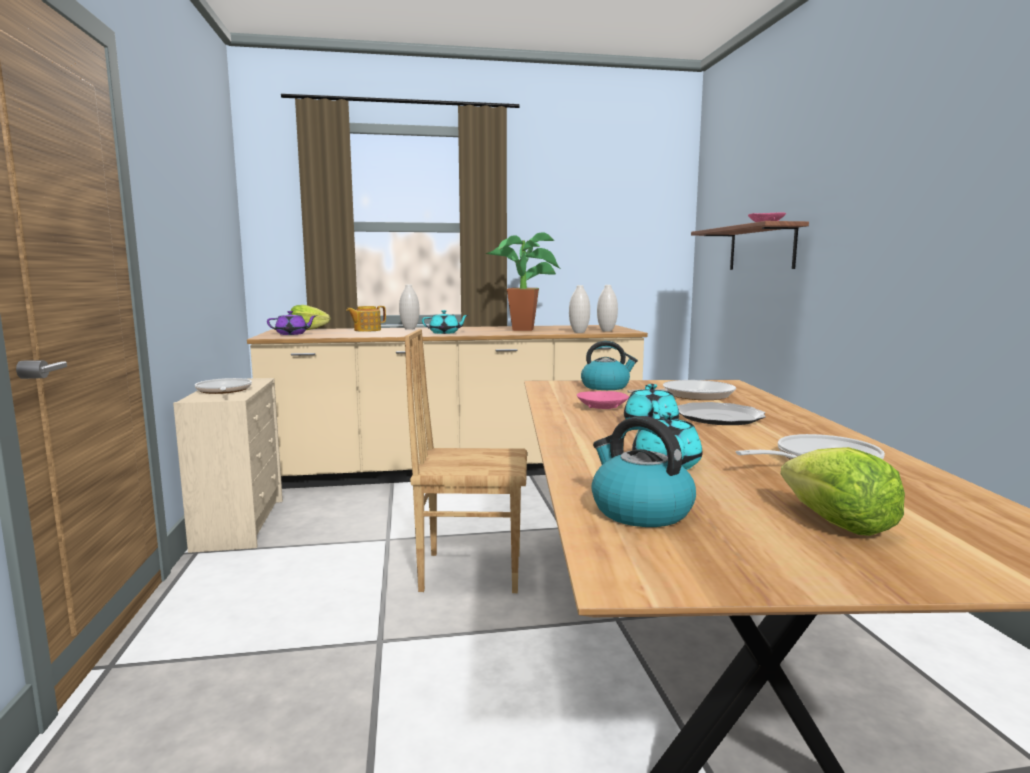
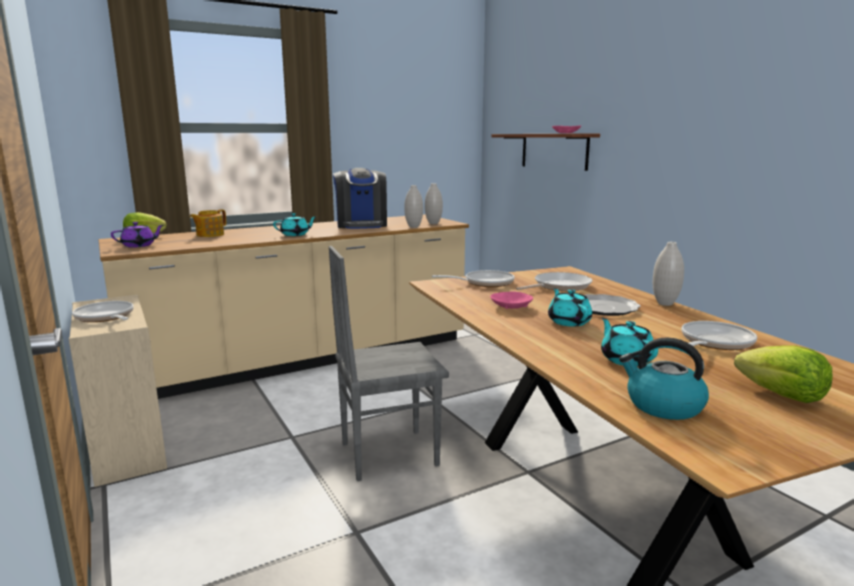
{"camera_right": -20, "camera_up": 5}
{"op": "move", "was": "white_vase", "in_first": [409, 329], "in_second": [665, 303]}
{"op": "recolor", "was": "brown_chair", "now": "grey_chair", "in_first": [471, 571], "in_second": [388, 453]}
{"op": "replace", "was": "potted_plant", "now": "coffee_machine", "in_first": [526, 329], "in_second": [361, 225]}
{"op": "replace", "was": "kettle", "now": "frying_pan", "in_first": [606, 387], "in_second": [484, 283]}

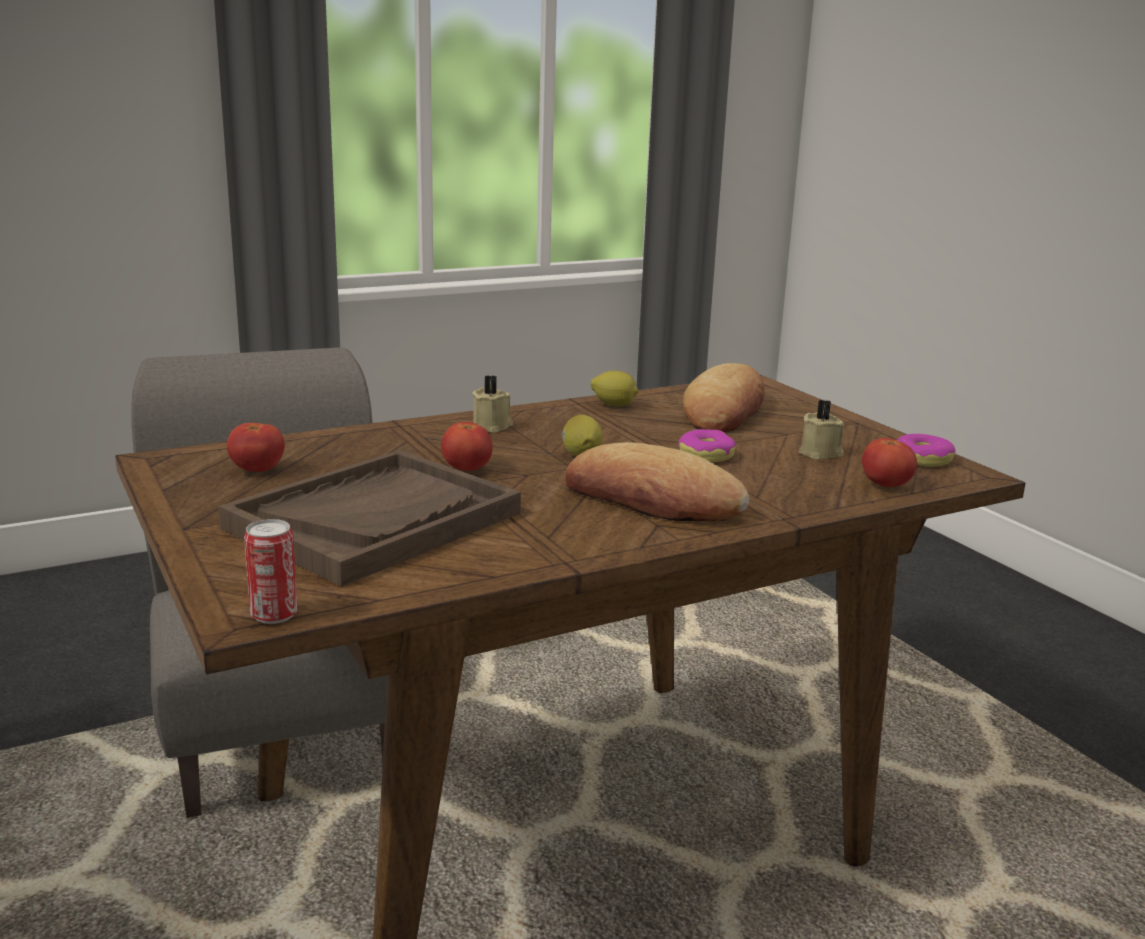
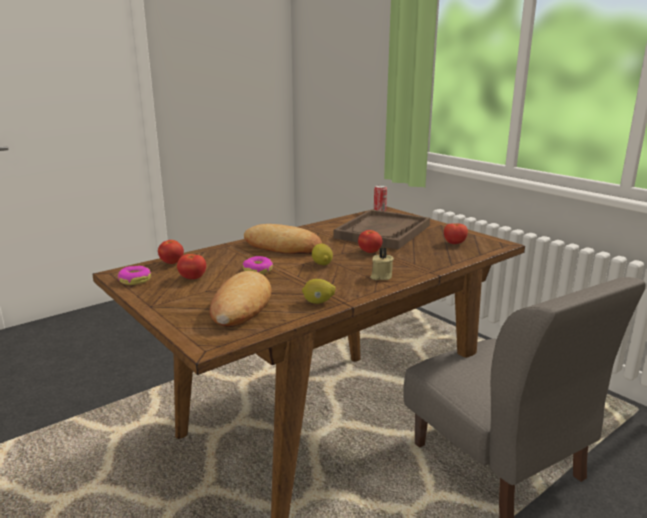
{"camera_right": 170, "camera_up": 0}
{"op": "replace", "was": "beige_candle", "now": "tomato", "in_first": [821, 453], "in_second": [192, 278]}

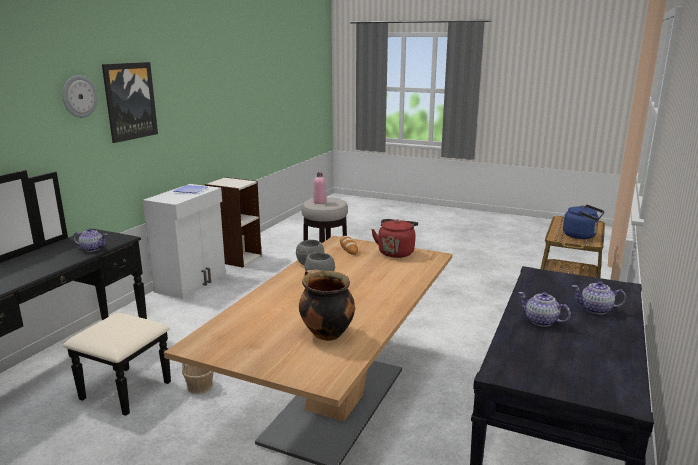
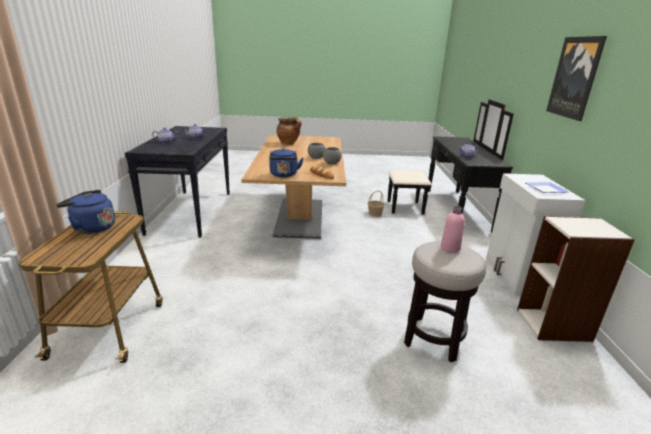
{"camera_right": 155, "camera_up": 5}
{"op": "delete", "was": "wall_clock", "in_first": [79, 96]}
{"op": "recolor", "was": "red_kettle", "now": "blue_kettle", "in_first": [396, 252], "in_second": [284, 175]}

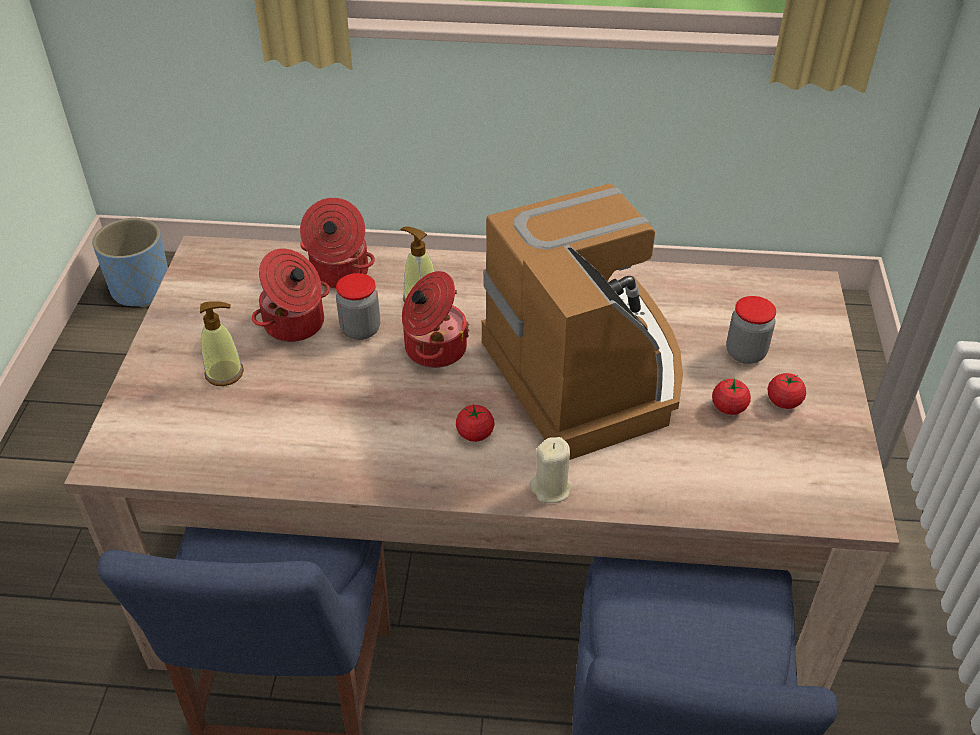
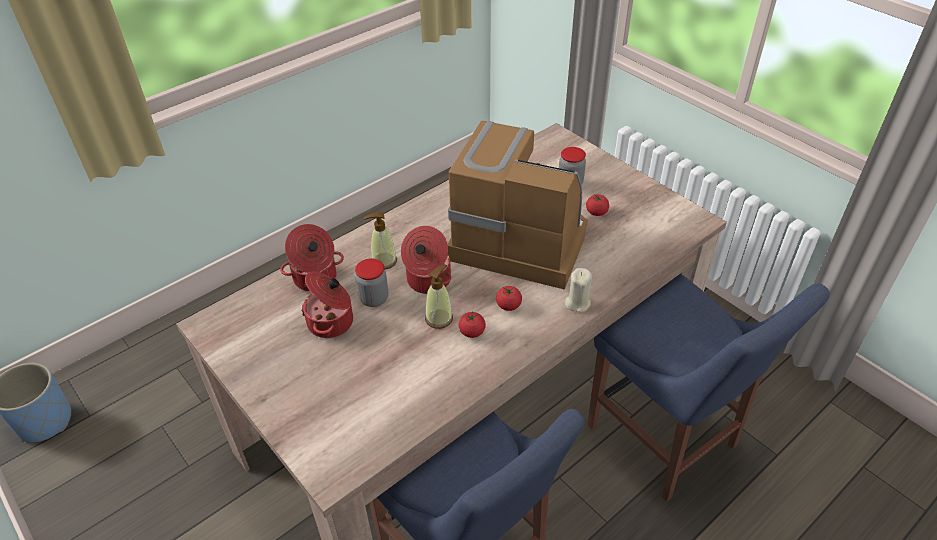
{"camera_right": -45, "camera_up": 0}
{"op": "move", "was": "soap_dispenser", "in_first": [225, 373], "in_second": [439, 318]}
{"op": "move", "was": "tomato", "in_first": [783, 401], "in_second": [472, 332]}

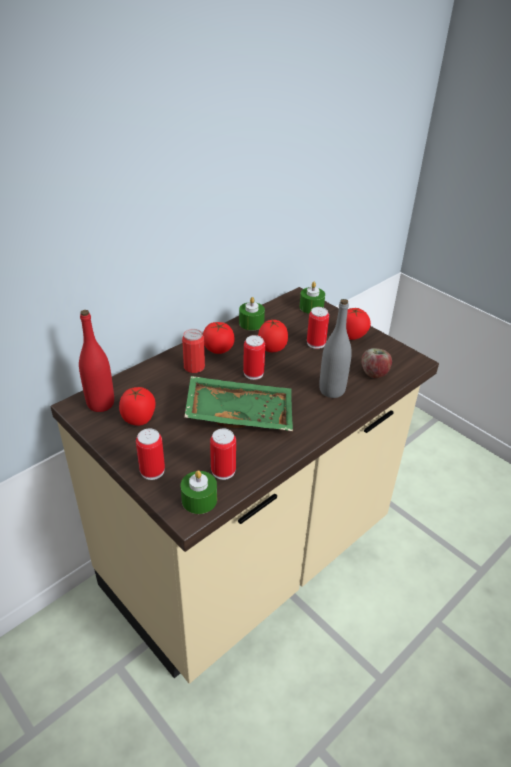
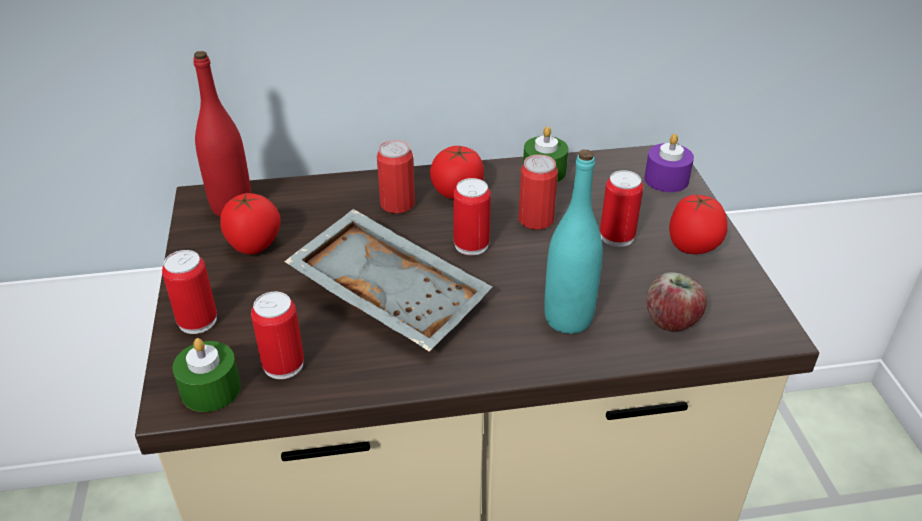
{"camera_right": 35, "camera_up": 0}
{"op": "recolor", "was": "green_tray", "now": "grey_tray", "in_first": [240, 413], "in_second": [392, 293]}
{"op": "replace", "was": "tomato", "now": "can", "in_first": [271, 349], "in_second": [536, 220]}
{"op": "recolor", "was": "green_candle", "now": "purple_candle", "in_first": [311, 307], "in_second": [666, 179]}
{"op": "recolor", "was": "grey_bottle", "now": "turquoise_bottle", "in_first": [332, 390], "in_second": [568, 318]}

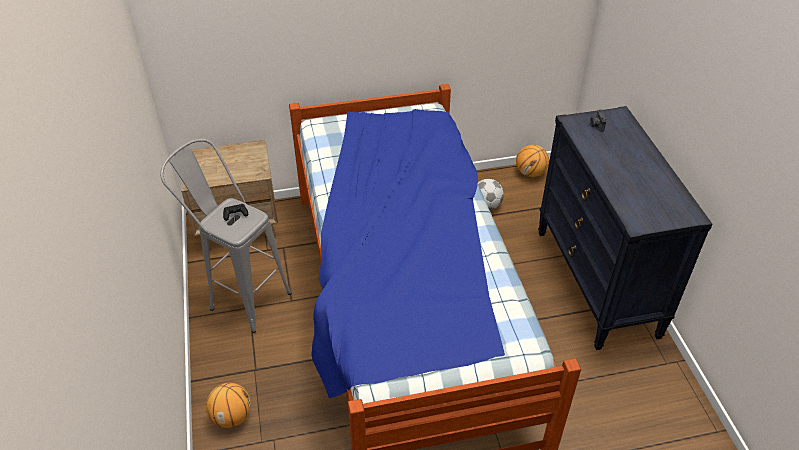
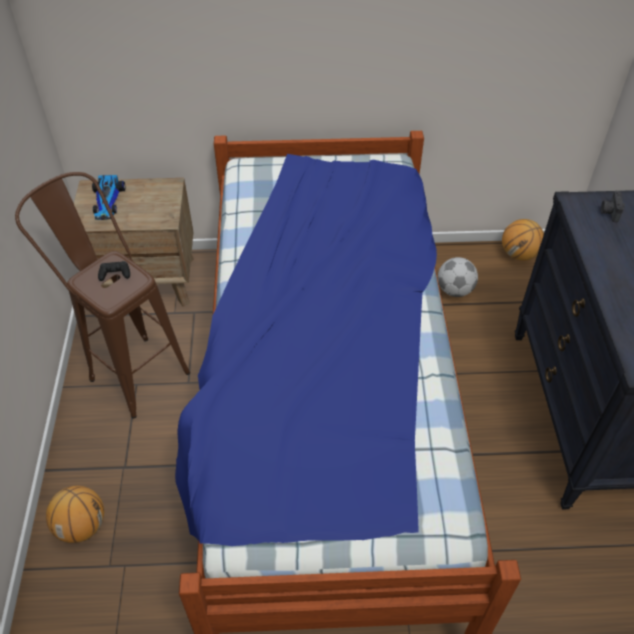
{"camera_right": 10, "camera_up": 5}
{"op": "recolor", "was": "grey_stool", "now": "brown_stool", "in_first": [241, 296], "in_second": [130, 368]}
{"op": "insert", "now": "toy_car", "in_second": [108, 202]}

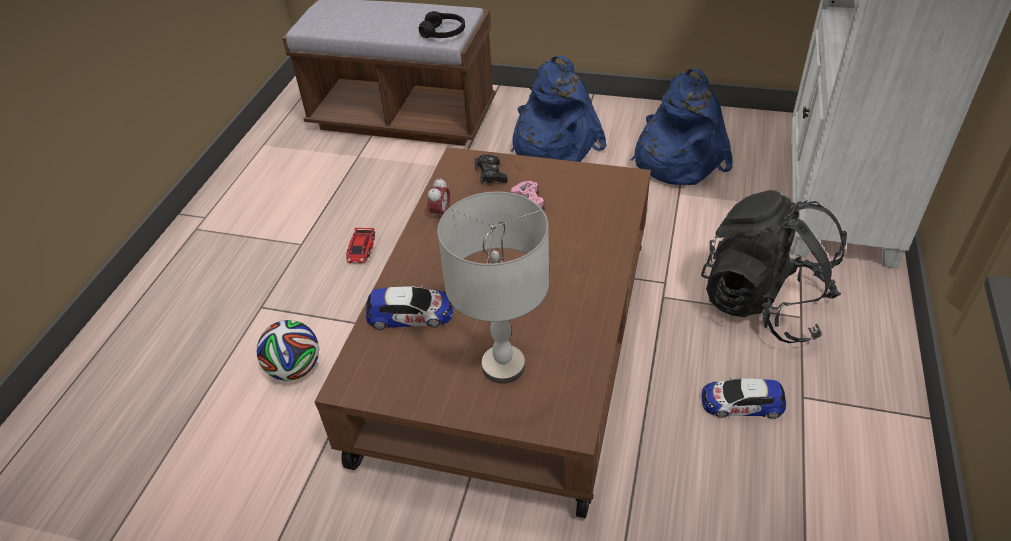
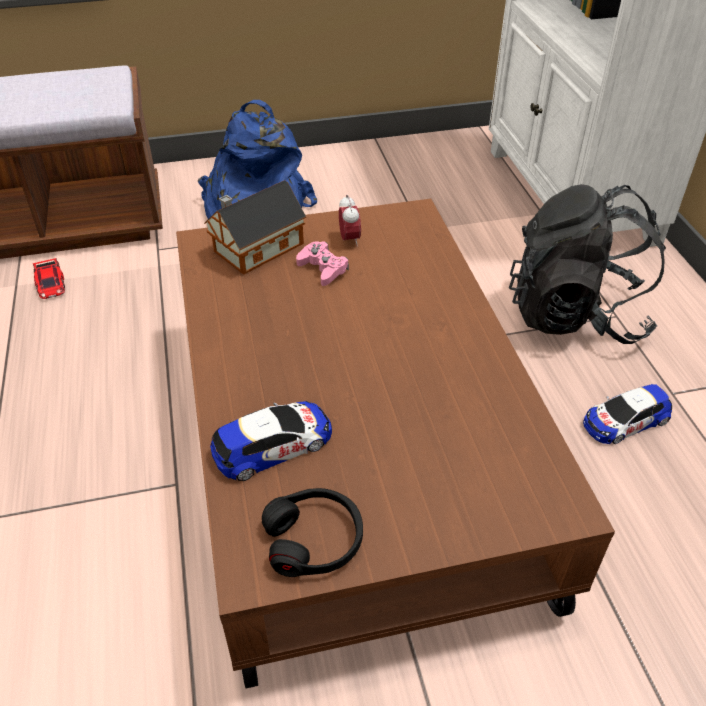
{"camera_right": -30, "camera_up": 0}
{"op": "delete", "was": "football", "in_first": [295, 369]}
{"op": "move", "was": "toy_car", "in_first": [361, 249], "in_second": [50, 283]}
{"op": "move", "was": "black_headphones", "in_first": [443, 33], "in_second": [314, 540]}
{"op": "move", "was": "alarm_clock", "in_first": [440, 213], "in_second": [349, 240]}
{"op": "delete", "was": "grey_table_lamp", "in_first": [503, 367]}
{"op": "replace", "was": "black_game_controller", "now": "toy_house", "in_first": [491, 174], "in_second": [255, 248]}
{"op": "delete", "was": "blue_backpack", "in_first": [676, 158]}

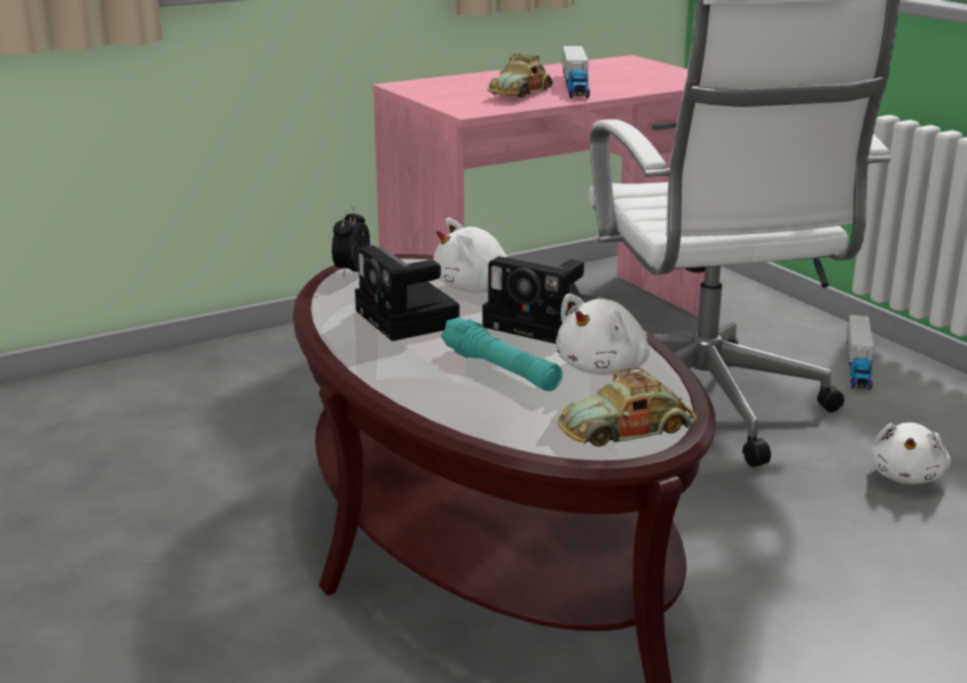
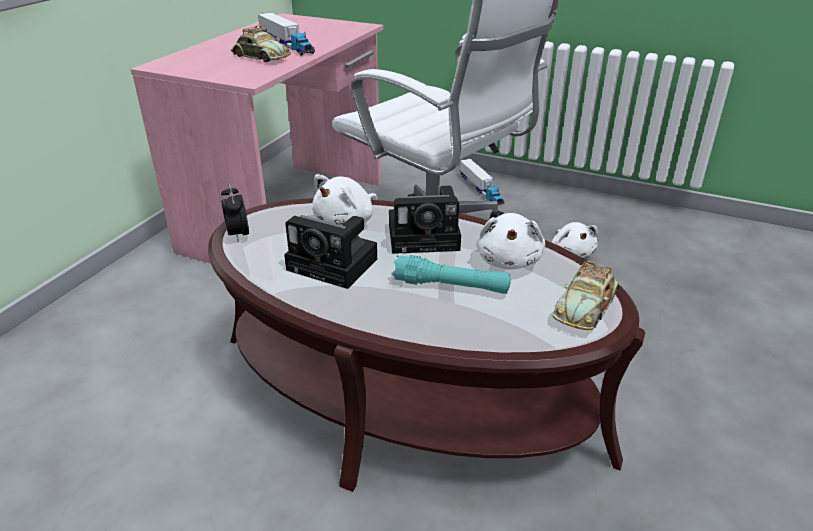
{"camera_right": -35, "camera_up": 10}
{"op": "rotate", "was": "toy_car", "in_first": [521, 93], "in_second": [260, 57], "clockwise": -45}

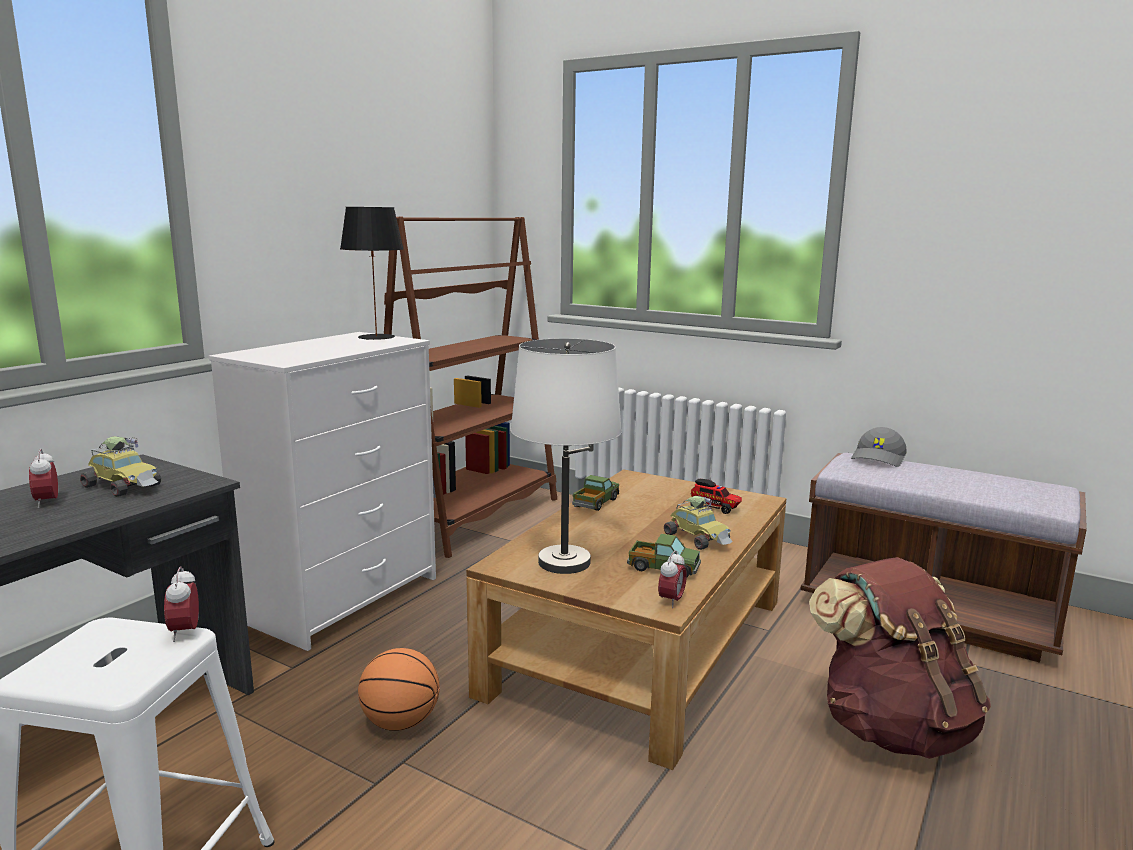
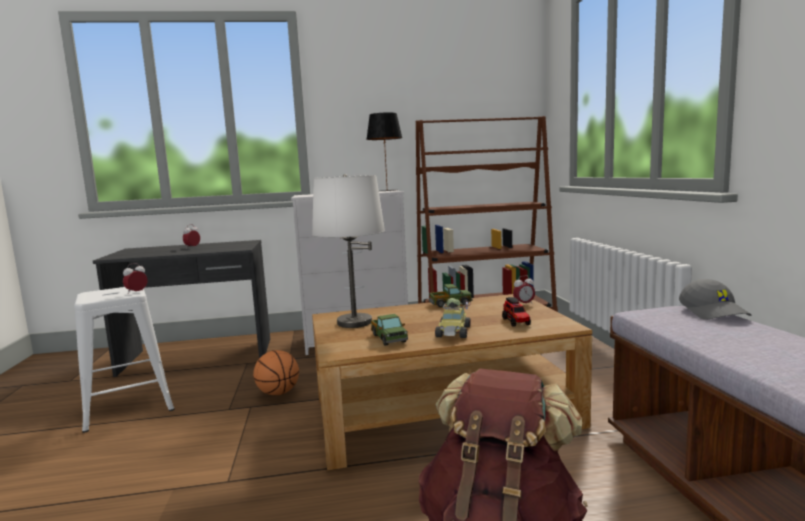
{"camera_right": 50, "camera_up": -5}
{"op": "delete", "was": "toy_car", "in_first": [124, 486]}
{"op": "move", "was": "alarm_clock", "in_first": [671, 601], "in_second": [524, 304]}
{"op": "rotate", "was": "grey_cap", "in_first": [879, 458], "in_second": [714, 312], "clockwise": -90}

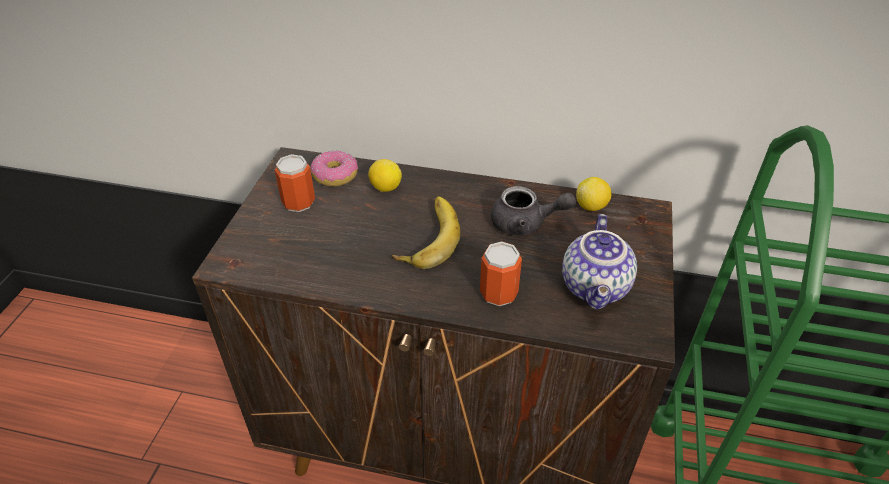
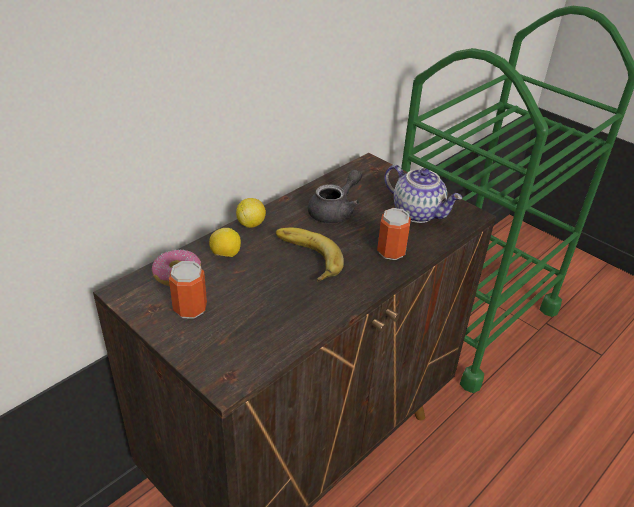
{"camera_right": -60, "camera_up": -5}
{"op": "move", "was": "lemon", "in_first": [591, 206], "in_second": [251, 224]}

